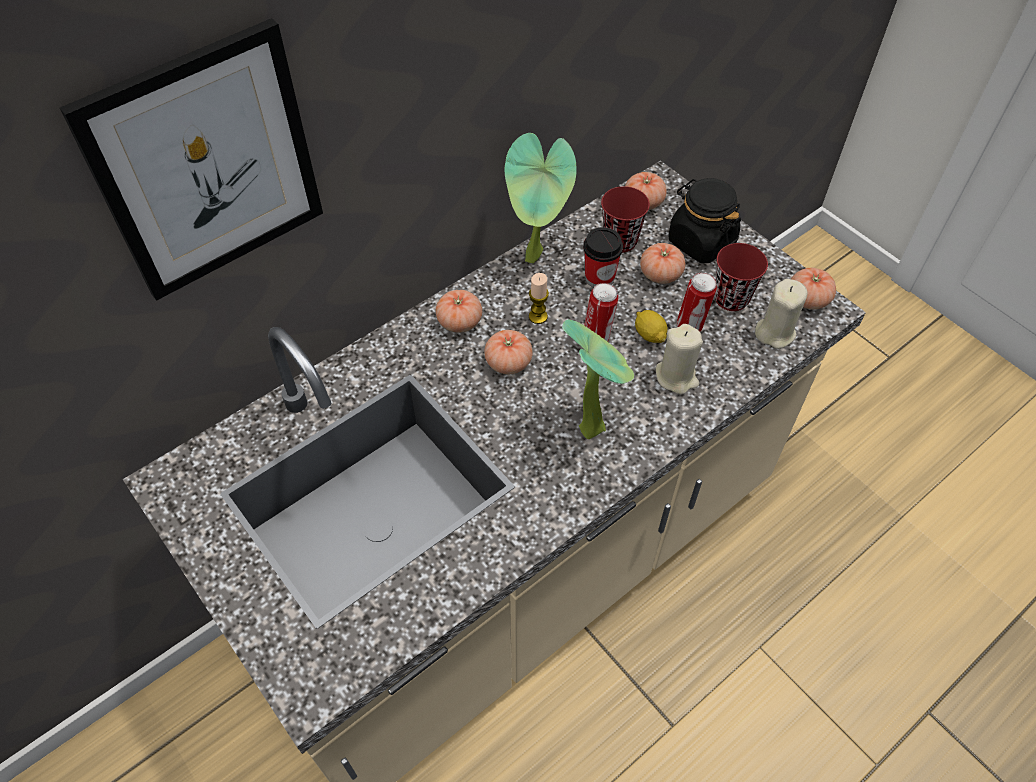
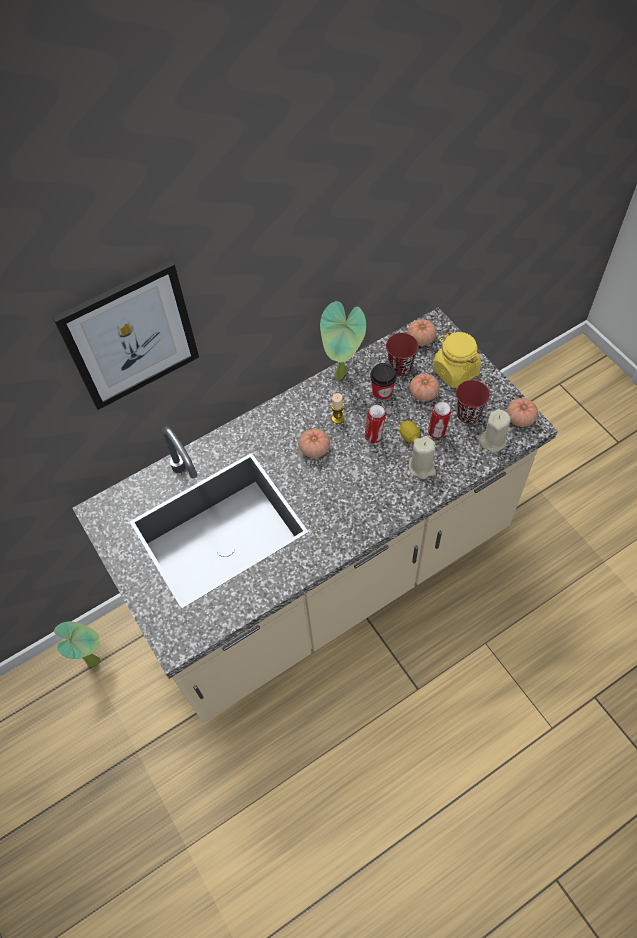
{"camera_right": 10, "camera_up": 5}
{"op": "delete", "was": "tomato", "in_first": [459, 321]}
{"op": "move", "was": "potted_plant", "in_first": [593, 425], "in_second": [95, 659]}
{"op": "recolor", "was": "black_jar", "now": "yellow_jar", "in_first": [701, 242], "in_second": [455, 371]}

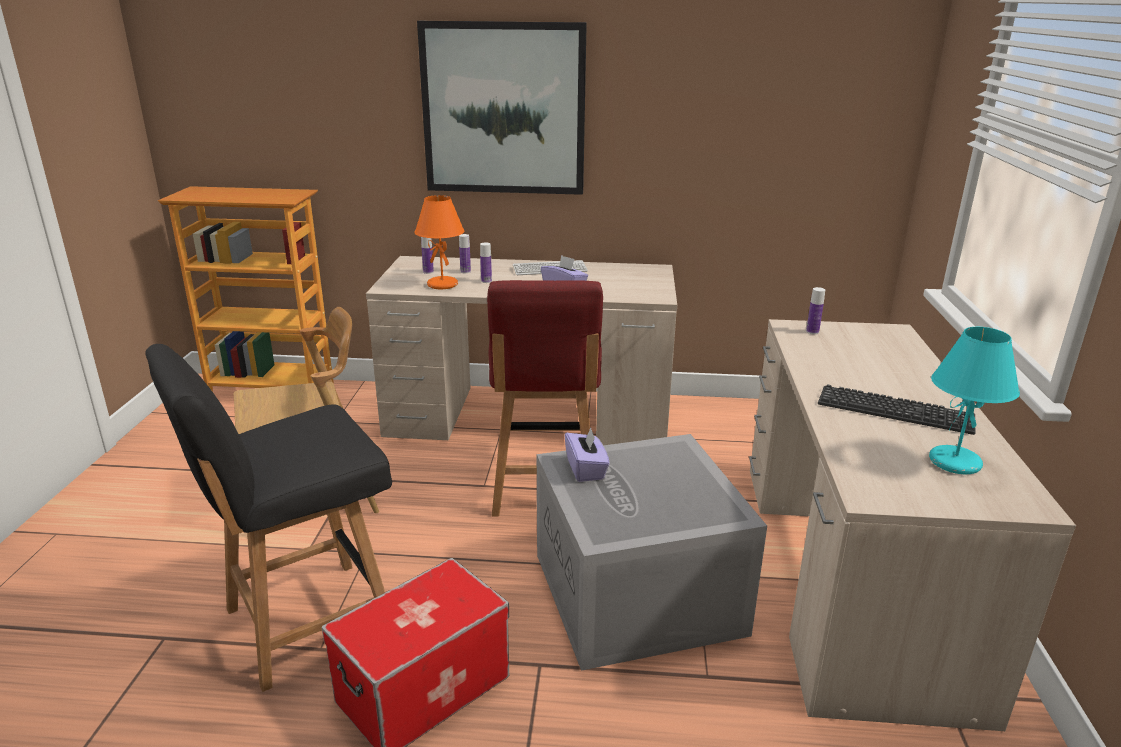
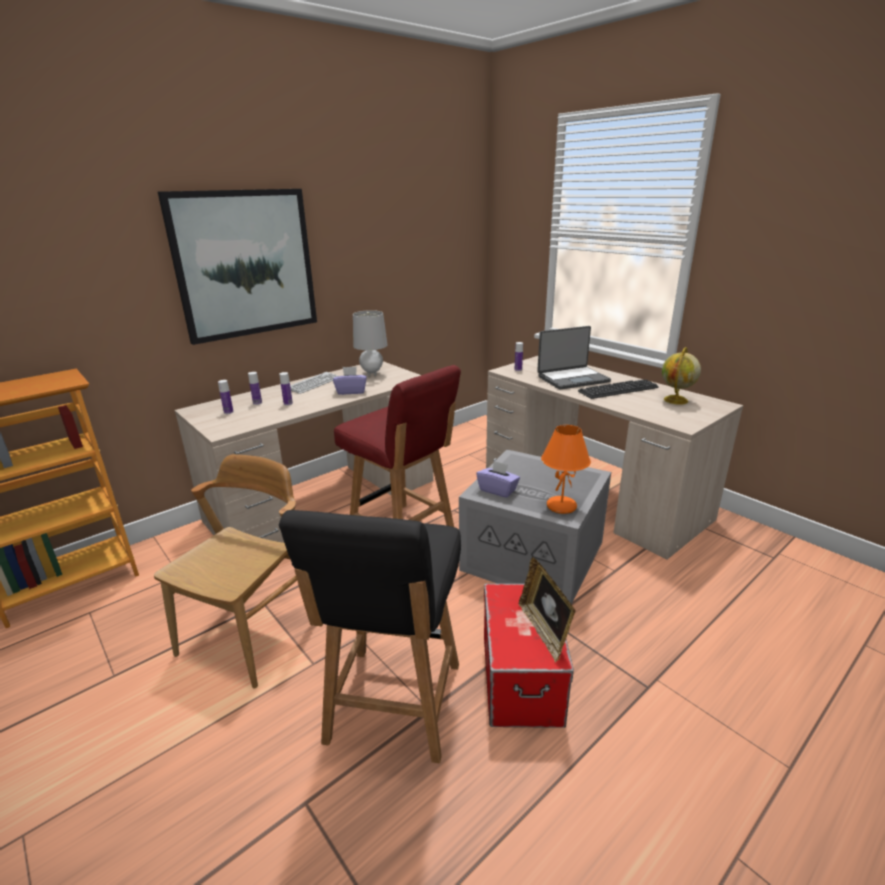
{"camera_right": -45, "camera_up": 0}
{"op": "move", "was": "orange_table_lamp", "in_first": [443, 284], "in_second": [561, 506]}
{"op": "replace", "was": "turquoise_table_lamp", "now": "globe", "in_first": [954, 463], "in_second": [675, 400]}
{"op": "insert", "now": "grey_table_lamp", "in_second": [372, 374]}
{"op": "insert", "now": "picture_frame", "in_second": [544, 630]}
{"op": "insert", "now": "laptop", "in_second": [572, 378]}

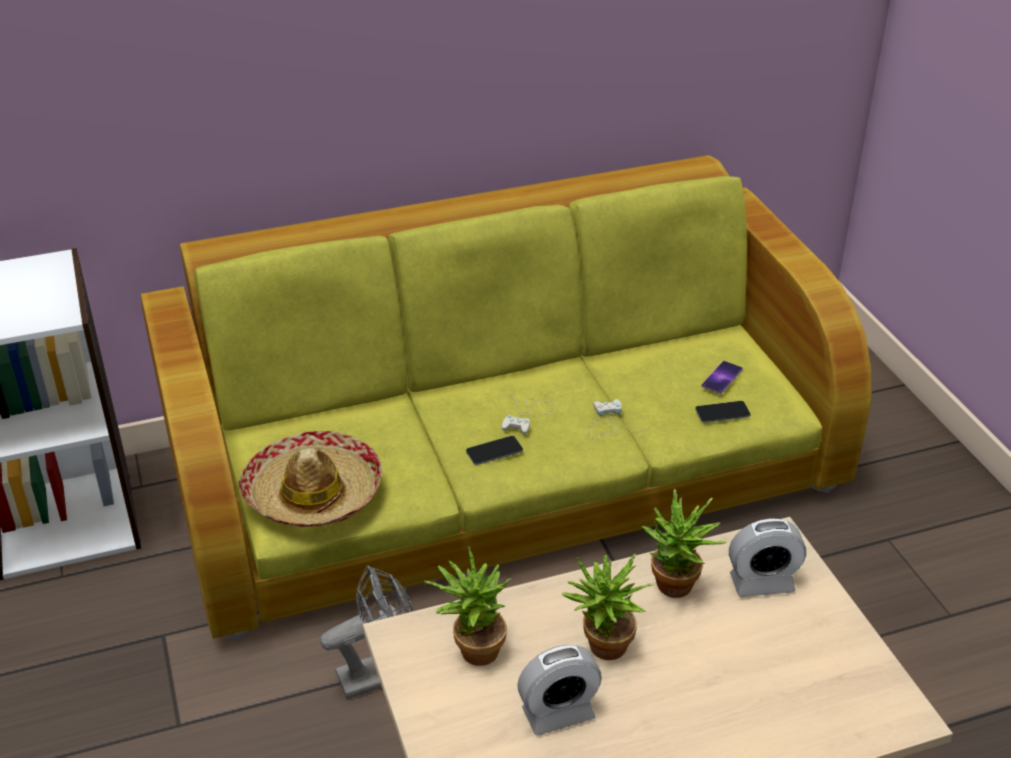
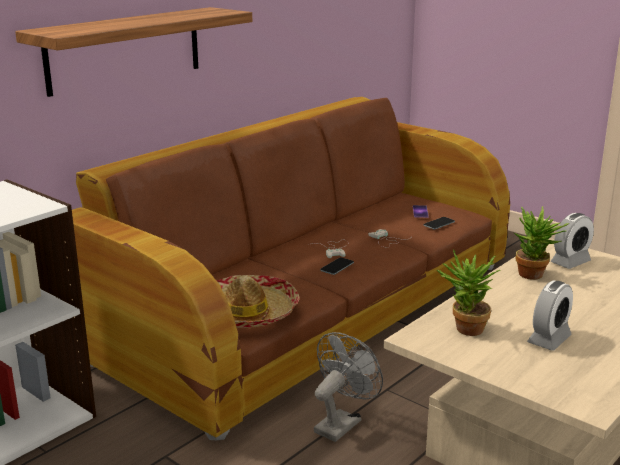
{"camera_right": -30, "camera_up": -15}
{"op": "recolor", "was": "green_sofa", "now": "brown_sofa", "in_first": [507, 473], "in_second": [310, 309]}
{"op": "delete", "was": "potted_plant", "in_first": [602, 650]}
{"op": "insert", "now": "shelf", "in_second": [125, 49]}

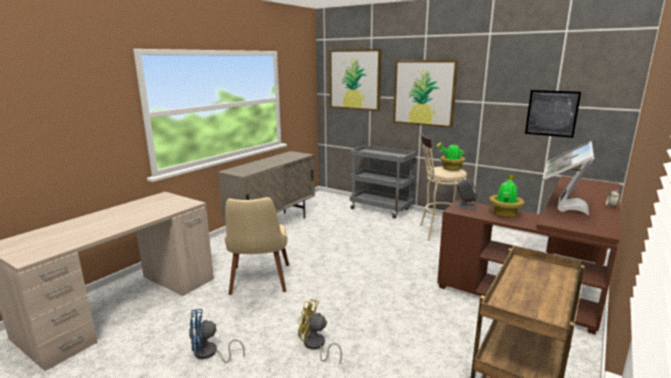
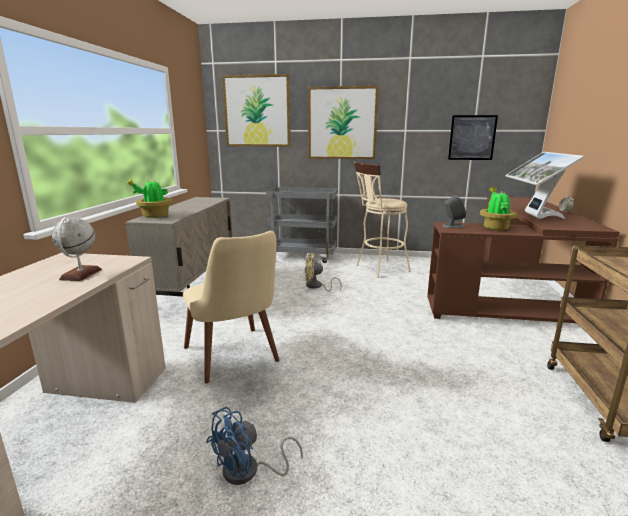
{"camera_right": -25, "camera_up": 0}
{"op": "move", "was": "yellow_fan", "in_first": [316, 346], "in_second": [316, 286]}
{"op": "move", "was": "potted_plant", "in_first": [450, 169], "in_second": [154, 216]}
{"op": "insert", "now": "globe", "in_second": [81, 274]}

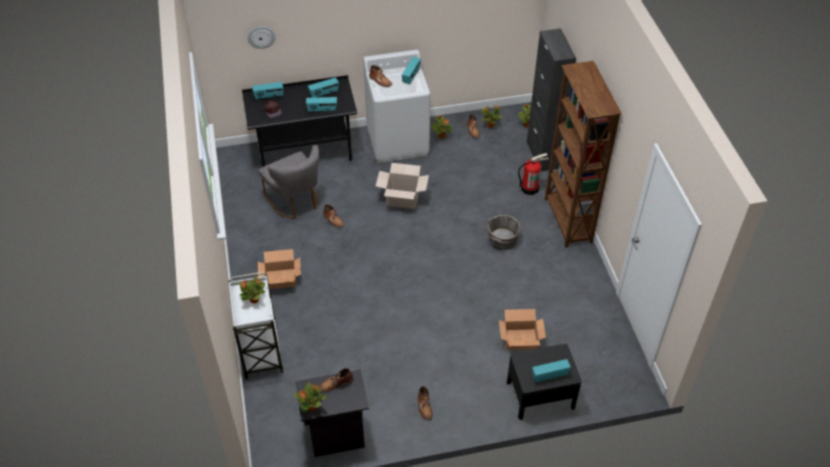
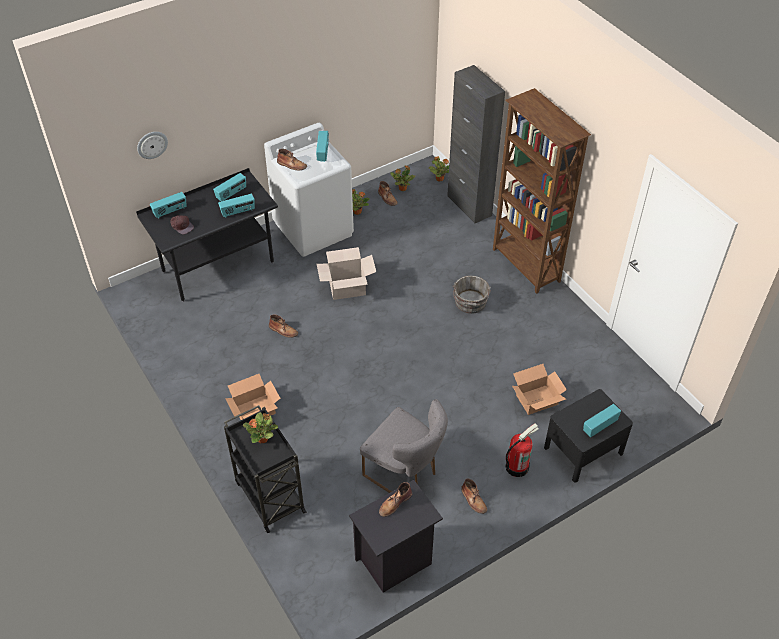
{"camera_right": -20, "camera_up": 0}
{"op": "recolor", "was": "white_cart", "now": "black_cart", "in_first": [261, 351], "in_second": [269, 496]}
{"op": "move", "was": "grey_chair", "in_first": [296, 202], "in_second": [405, 471]}
{"op": "delete", "was": "potted_plant", "in_first": [311, 406]}
{"op": "move", "was": "fire_extinguisher", "in_first": [529, 188], "in_second": [517, 466]}

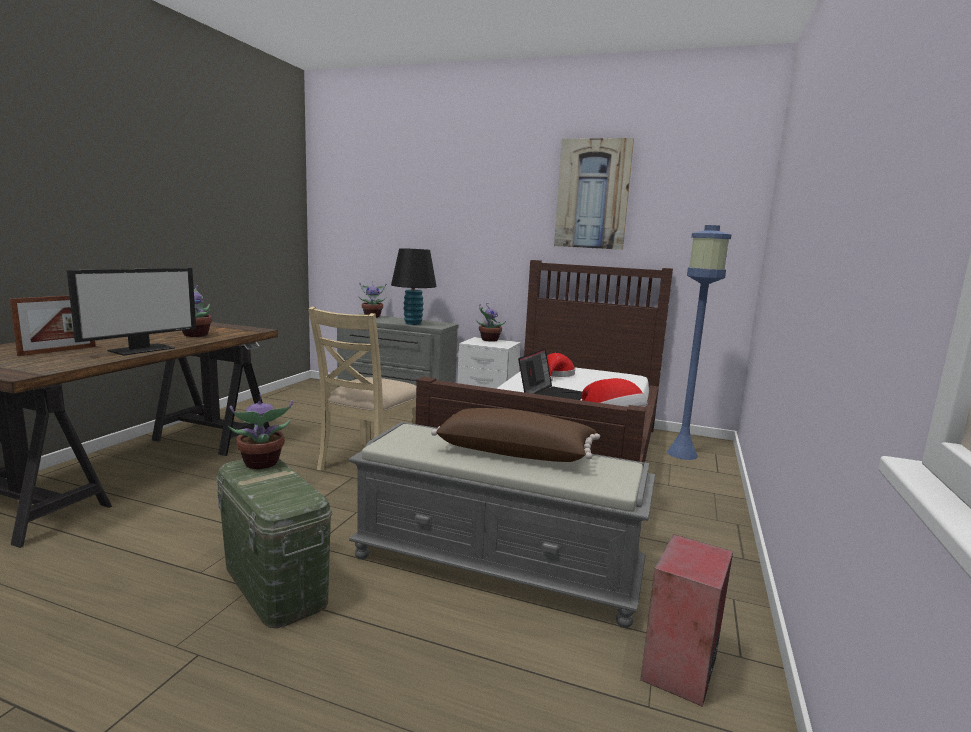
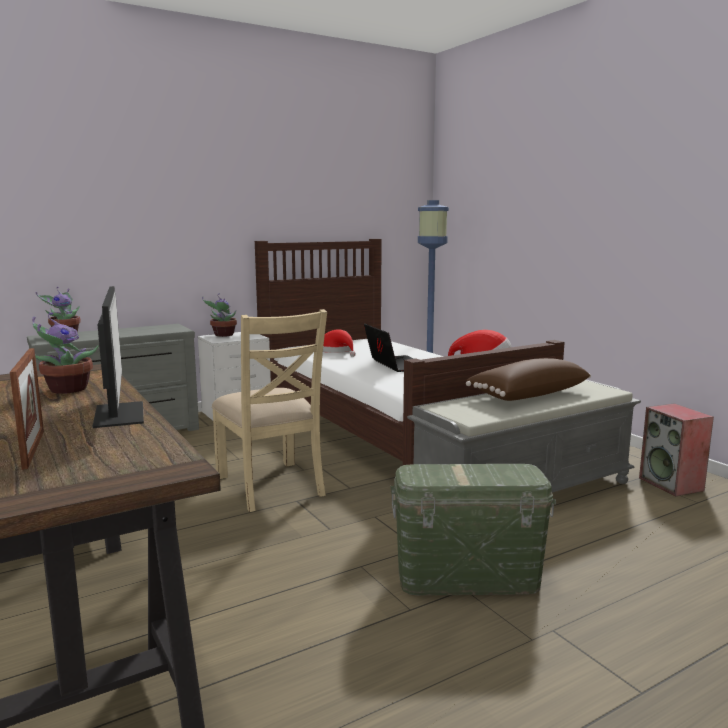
{"camera_right": -50, "camera_up": 0}
{"op": "delete", "was": "potted_plant", "in_first": [261, 464]}
{"op": "delete", "was": "black_table_lamp", "in_first": [412, 323]}
{"op": "delete", "was": "picture", "in_first": [593, 194]}

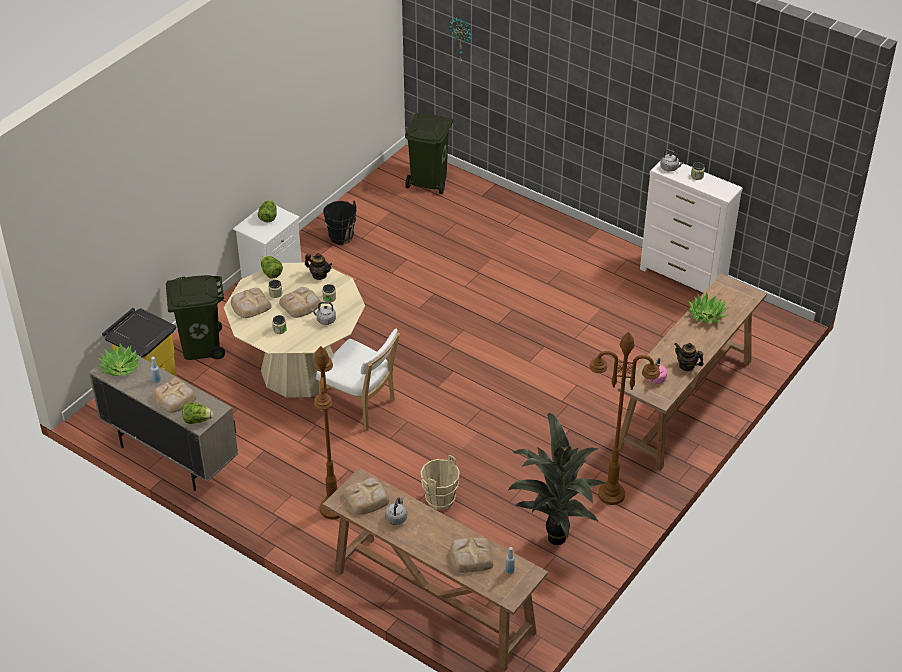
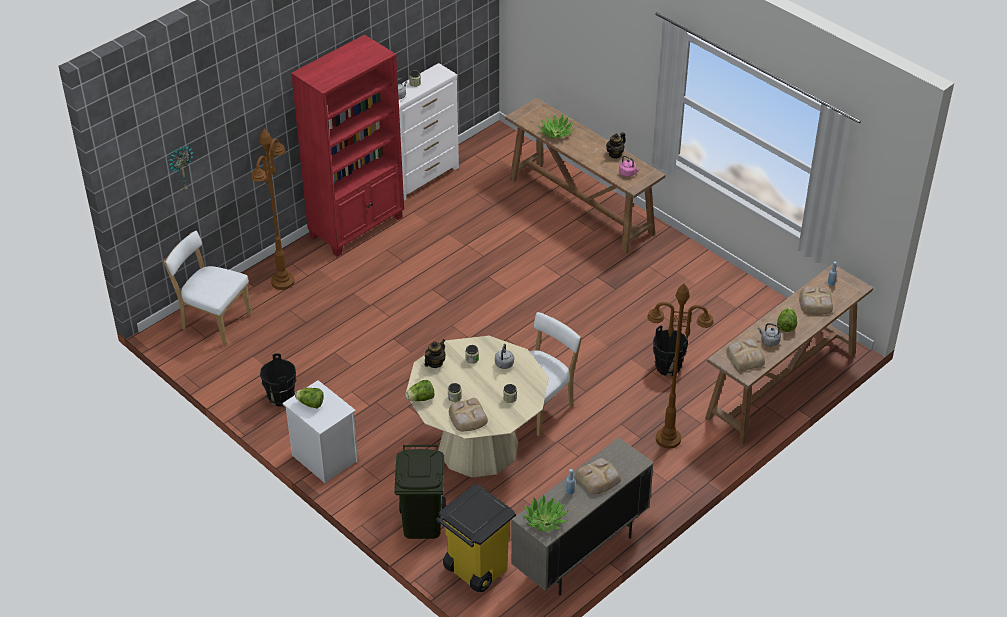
{"camera_right": -80, "camera_up": 0}
{"op": "move", "was": "lettuce", "in_first": [197, 420], "in_second": [786, 325]}
{"op": "delete", "was": "bread", "in_first": [301, 305]}
{"op": "replace", "was": "green_trash_can", "now": "white_chair", "in_first": [429, 181], "in_second": [214, 321]}
{"op": "recolor", "was": "beige_bucket", "now": "black_bucket", "in_first": [439, 500], "in_second": [667, 367]}
{"op": "delete", "was": "potted_plant", "in_first": [553, 540]}
{"op": "move", "was": "brown_floor_lamp", "in_first": [611, 494], "in_second": [282, 281]}
{"op": "insert", "now": "red_bookcase", "in_second": [357, 227]}

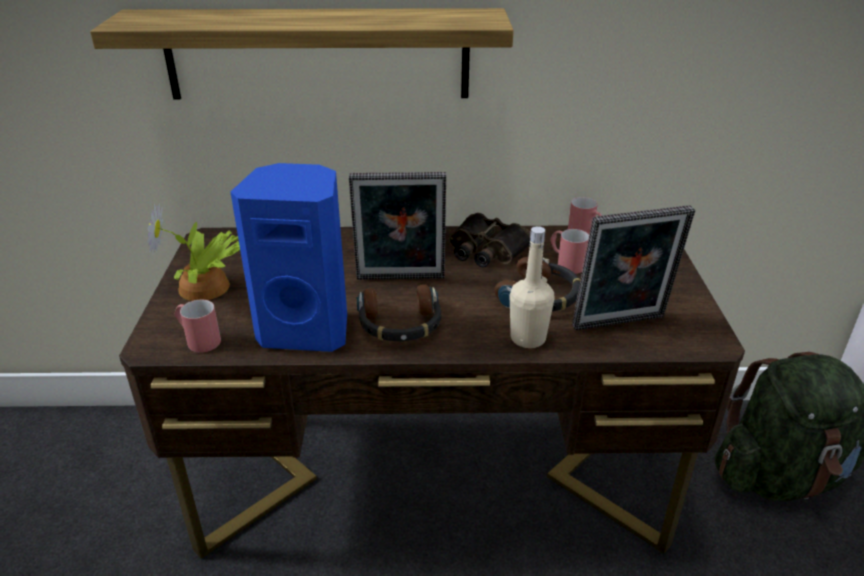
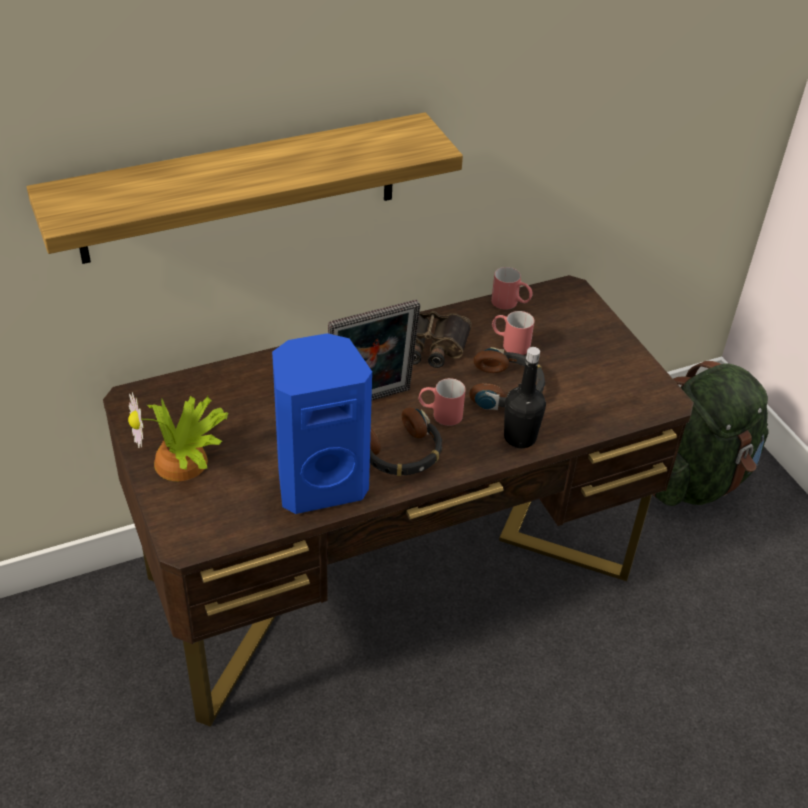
{"camera_right": -25, "camera_up": 10}
{"op": "move", "was": "red_mug", "in_first": [198, 339], "in_second": [440, 414]}
{"op": "recolor", "was": "beige_bottle", "now": "black_bottle", "in_first": [528, 338], "in_second": [520, 437]}
{"op": "delete", "was": "picture_frame", "in_first": [621, 325]}

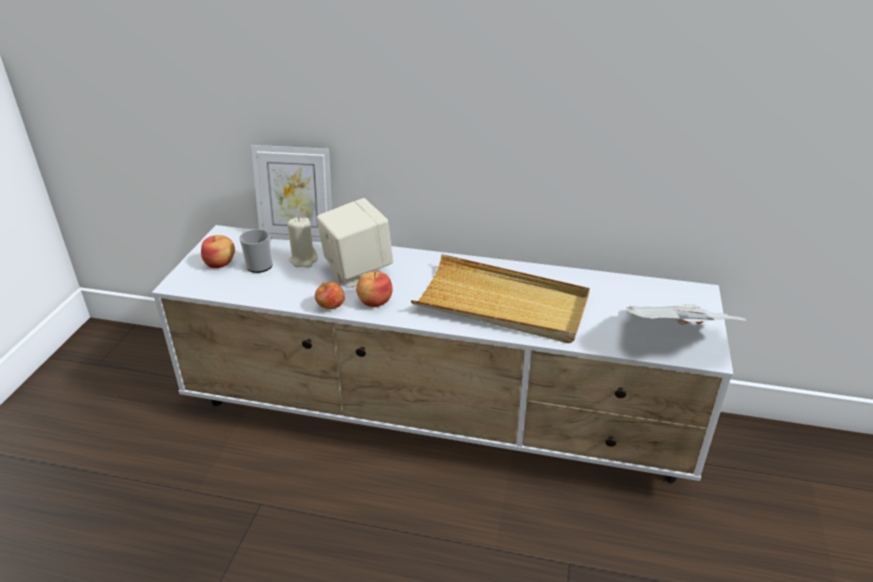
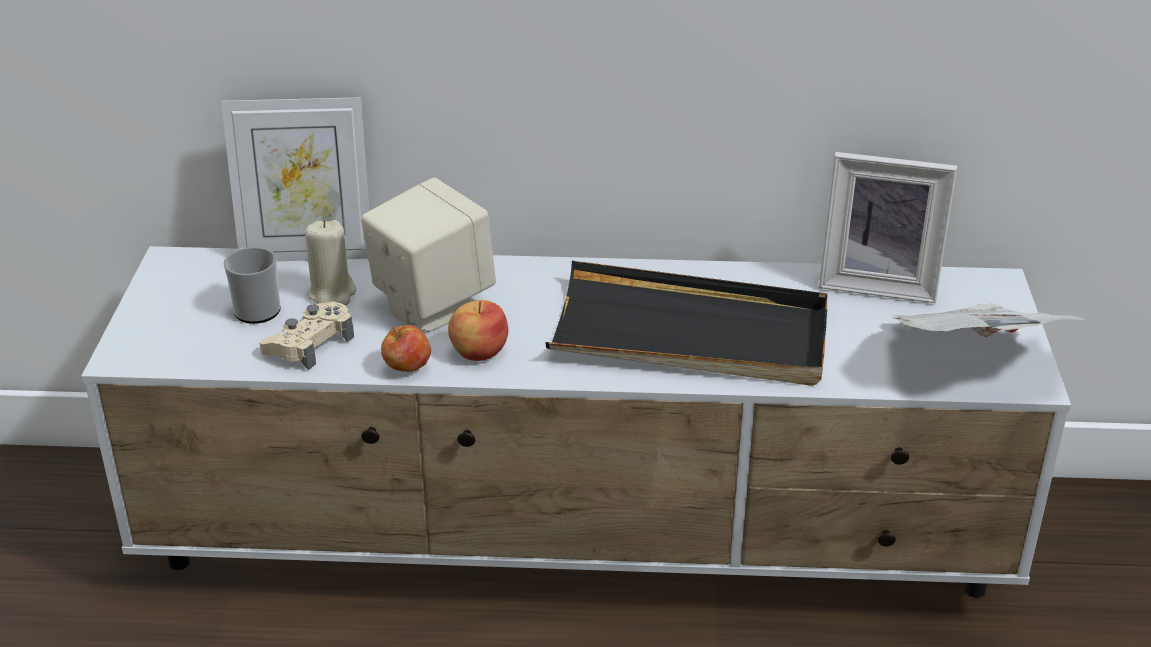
{"camera_right": -10, "camera_up": 0}
{"op": "delete", "was": "apple", "in_first": [220, 264]}
{"op": "recolor", "was": "beige_tray", "now": "black_tray", "in_first": [502, 304], "in_second": [690, 334]}
{"op": "insert", "now": "beige_game_controller", "in_second": [310, 344]}
{"op": "insert", "now": "picture_frame", "in_second": [878, 282]}

